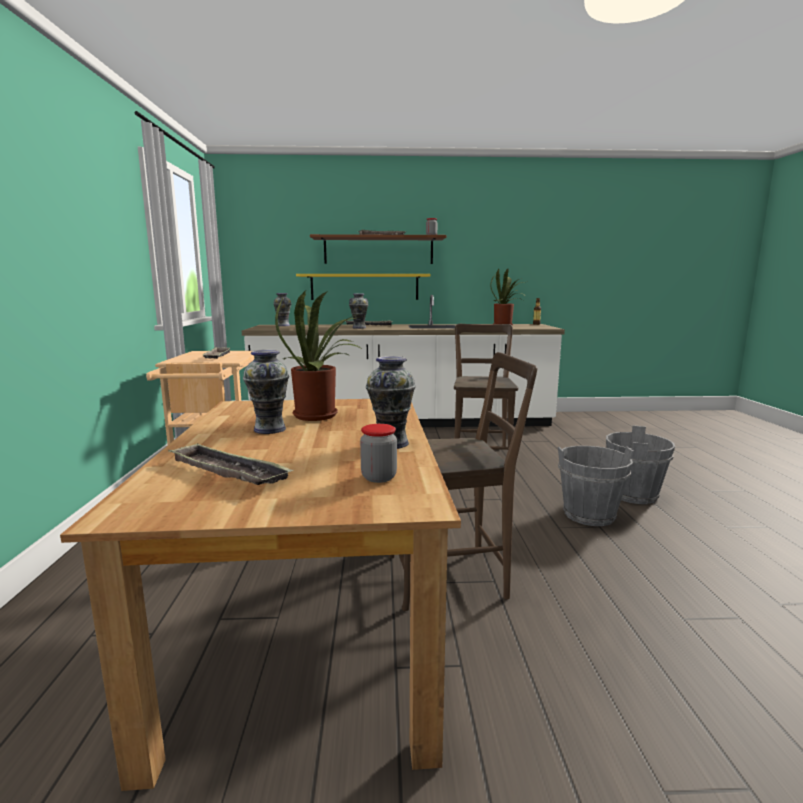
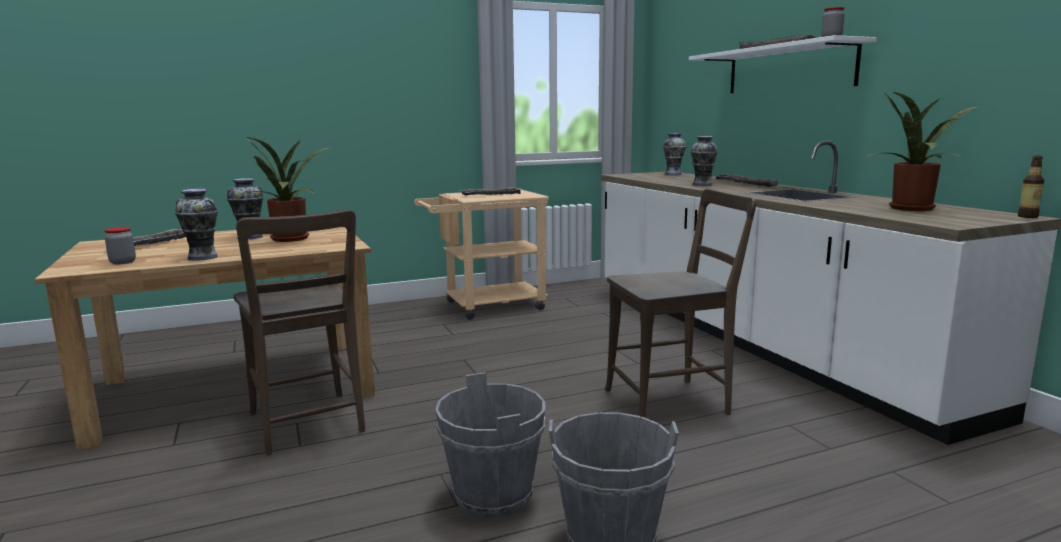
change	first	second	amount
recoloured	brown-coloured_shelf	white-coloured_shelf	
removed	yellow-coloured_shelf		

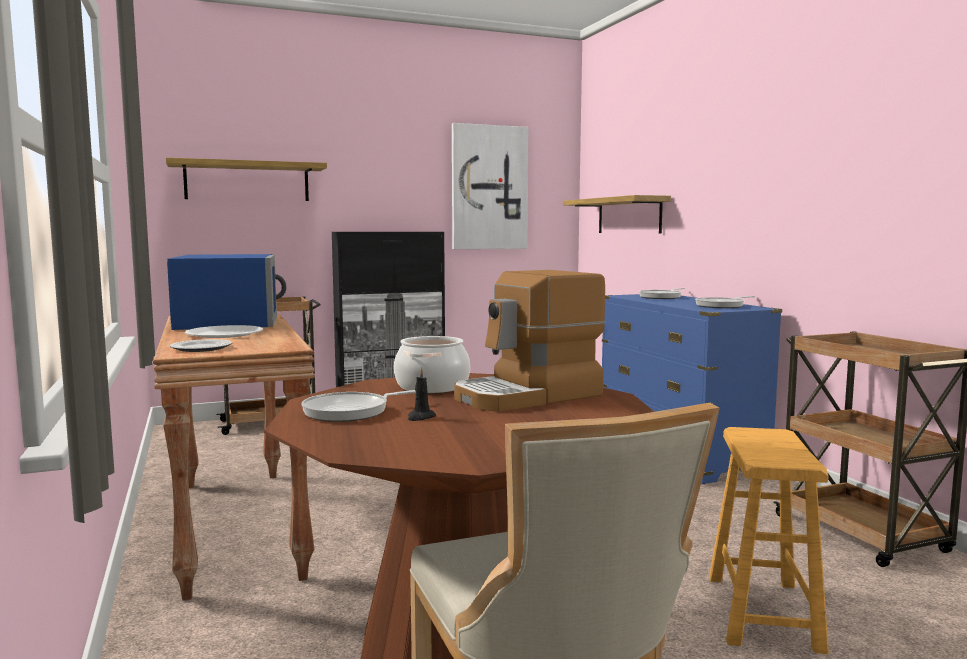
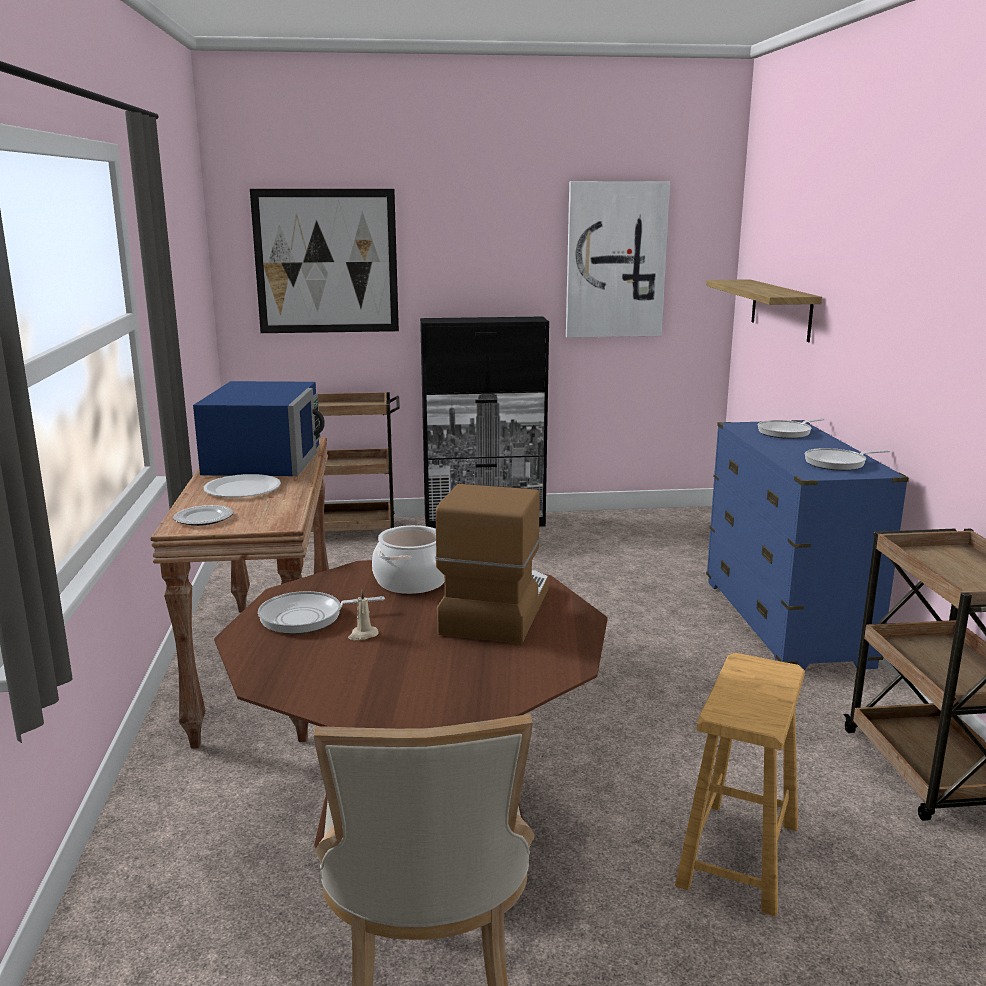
change	first	second	amount
replaced	shelf (1st from left)	wall_art (1st from left)	
recoloured	blackish_wax_light	beige_wax_light	
turned	coffee_maker		120 degrees clockwise

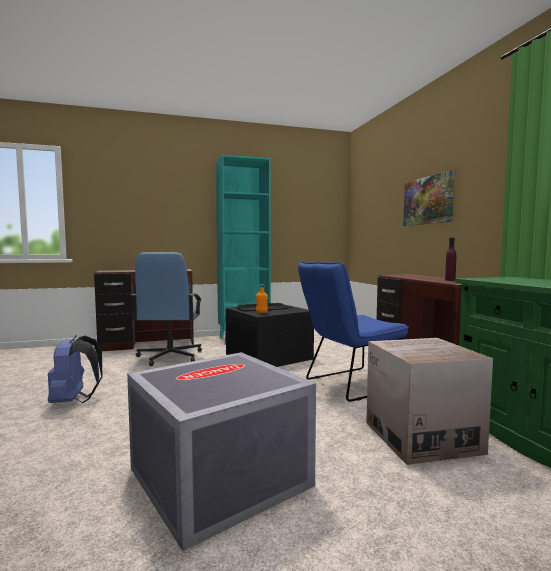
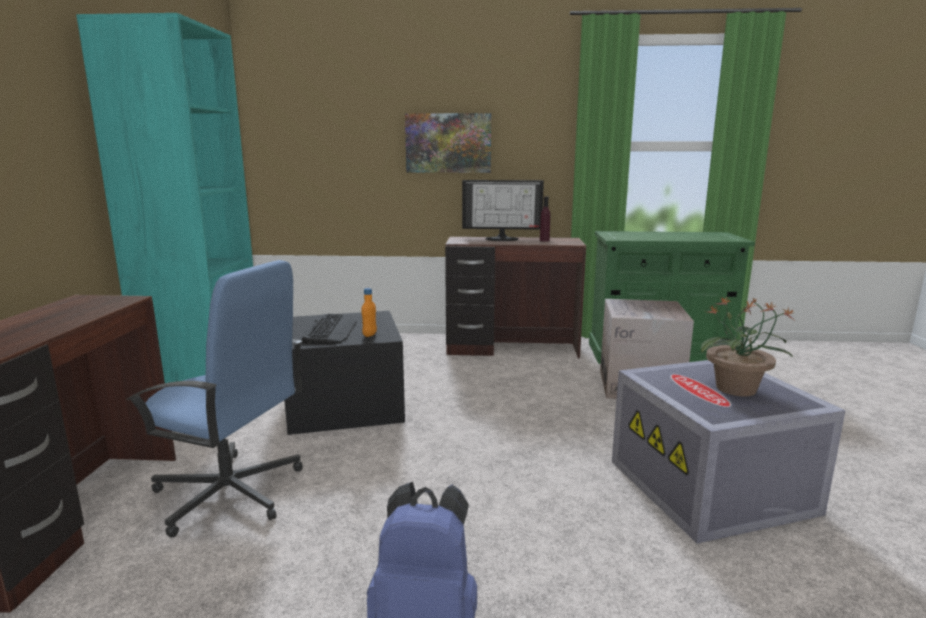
change	first	second	amount
added		computer_screen	
added		potted_plant	
removed	blue_chair		

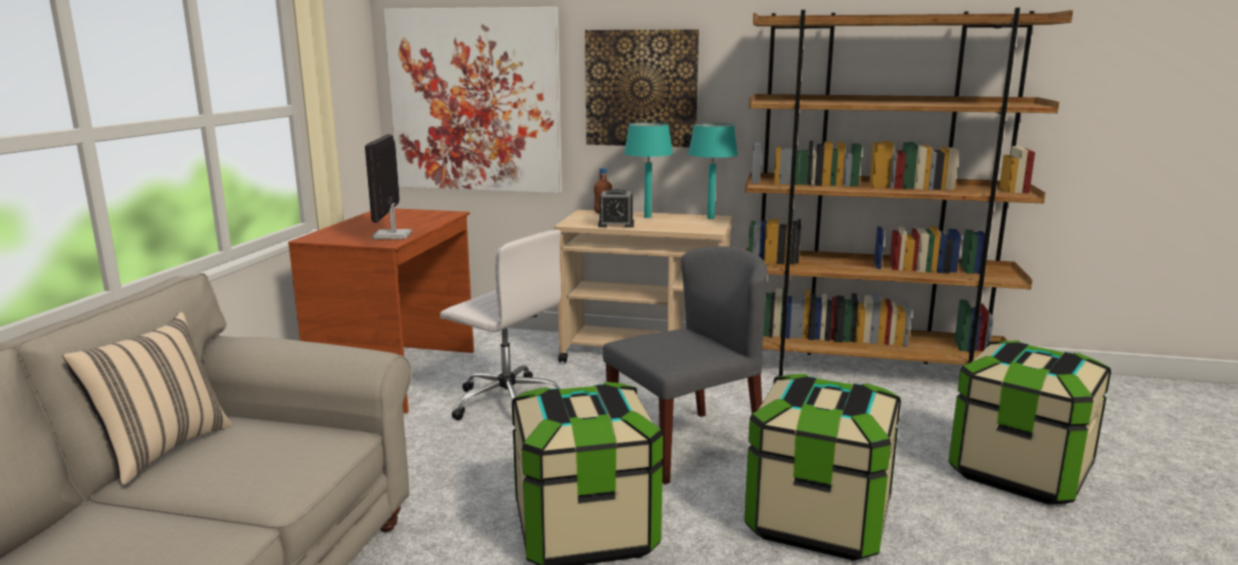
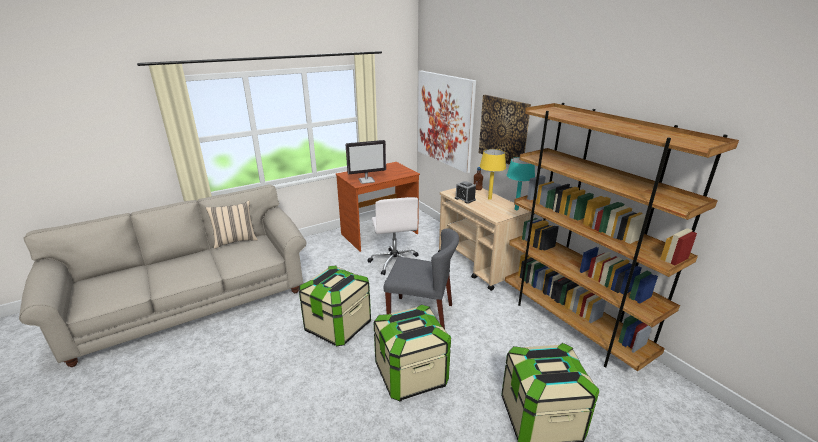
change	first	second	amount
turned	computer_screen		150 degrees counterclockwise
recoloured	turquoise-coloured_tabletop_lamp (1st from left)	yellow-coloured_tabletop_lamp	

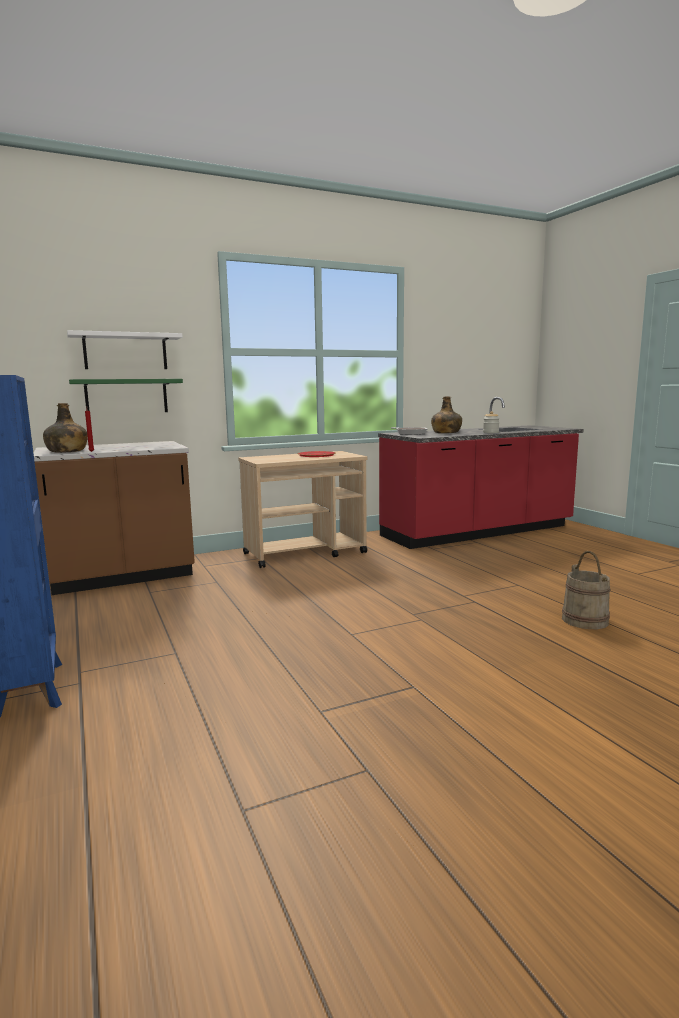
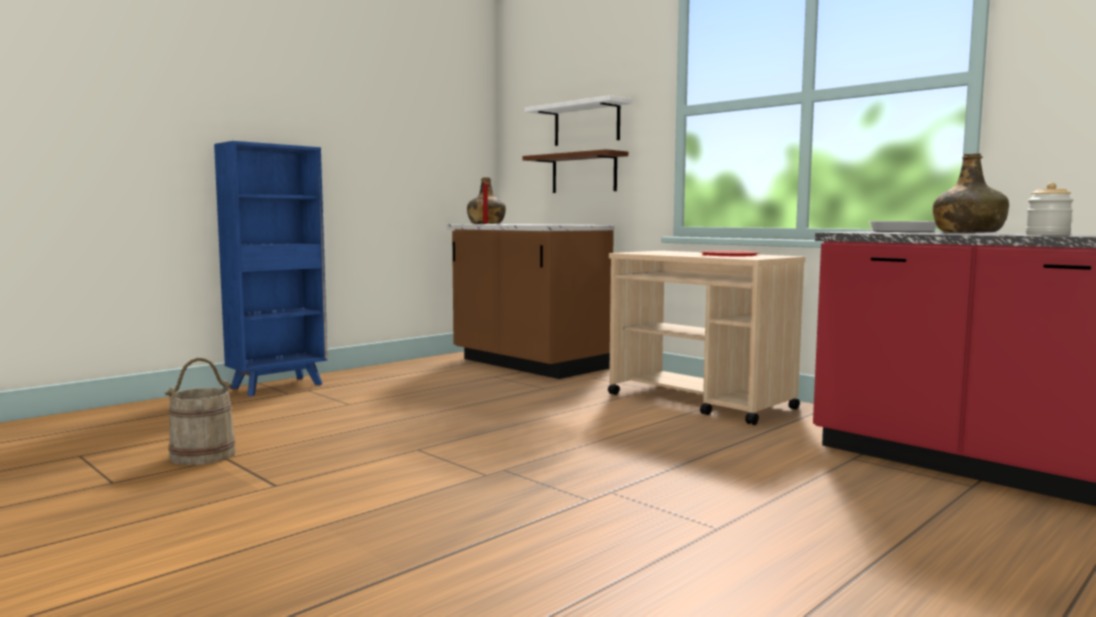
change	first	second	amount
moved	beige_pail		
recoloured	green_shelf	brown-coloured_shelf	

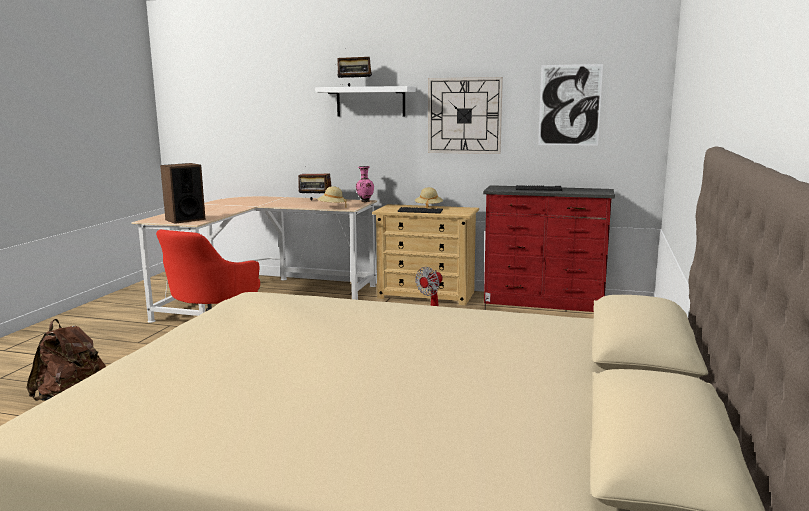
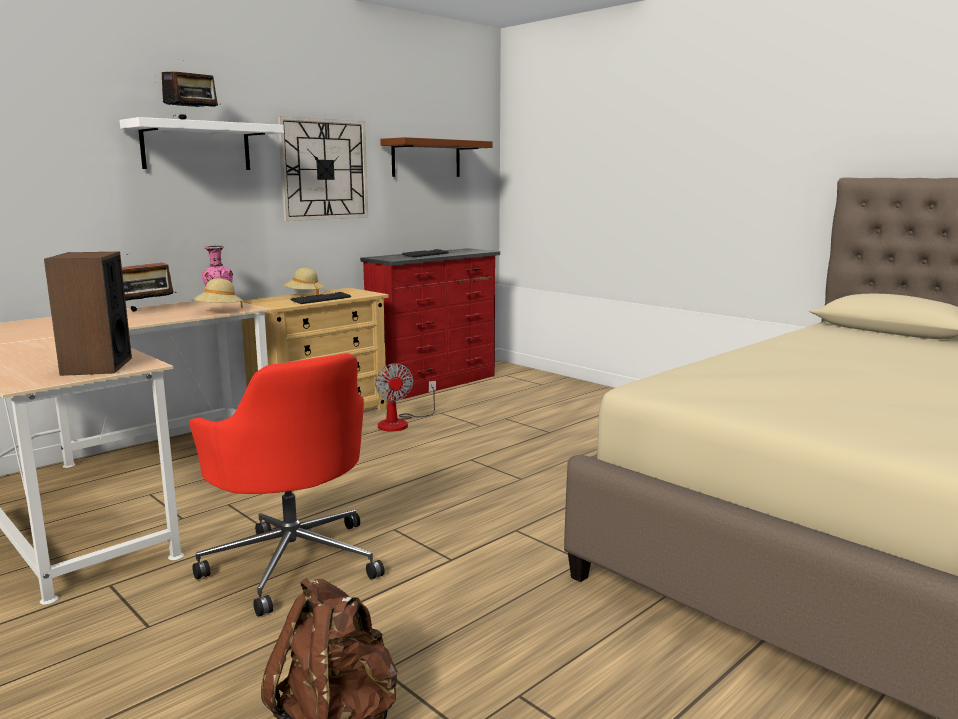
change	first	second	amount
replaced	wall_art	brown-coloured_shelf	

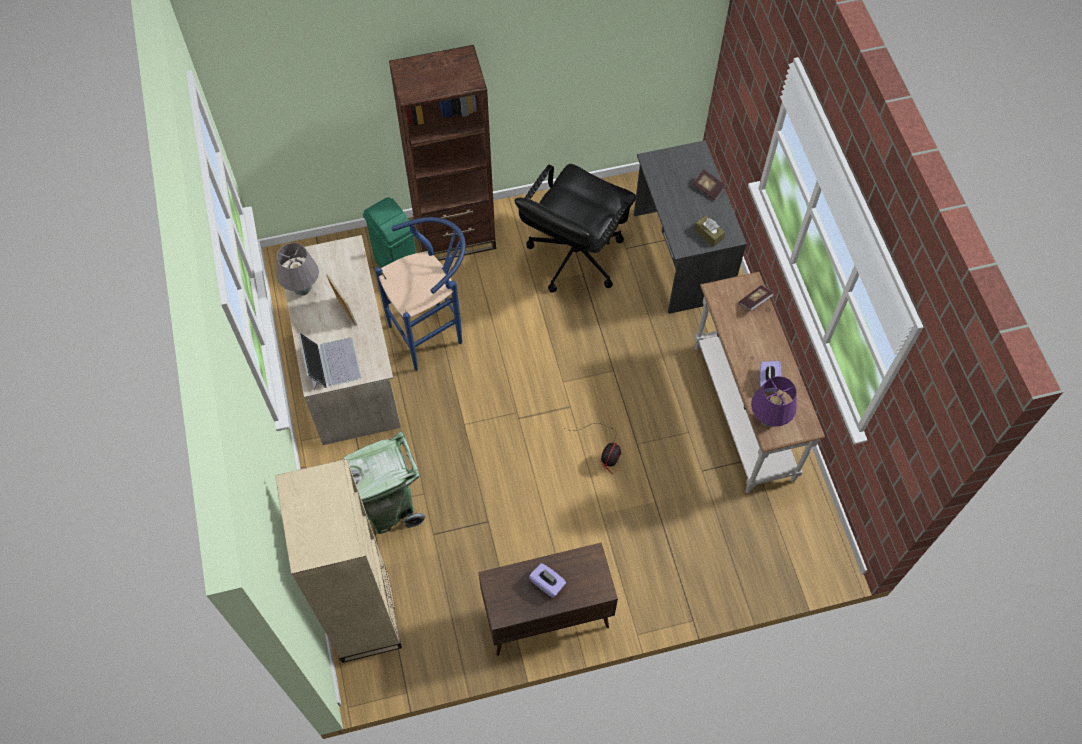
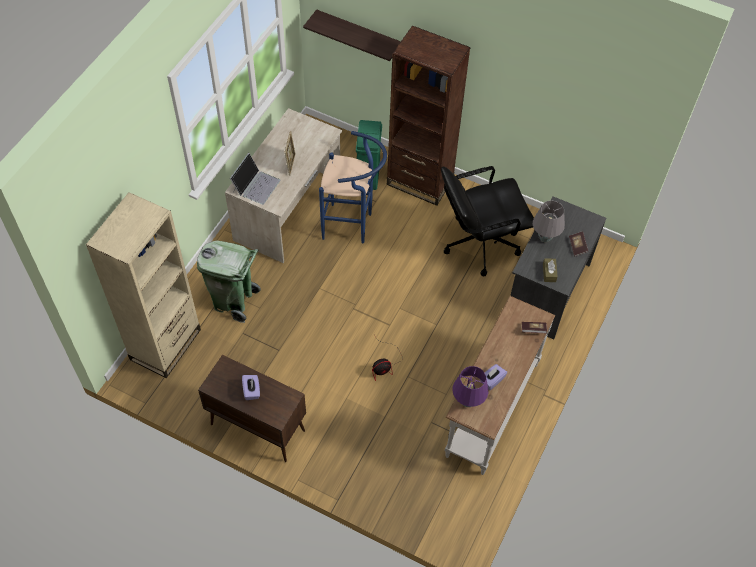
change	first	second	amount
added		shelf	
moved	grey_tabletop_lamp		

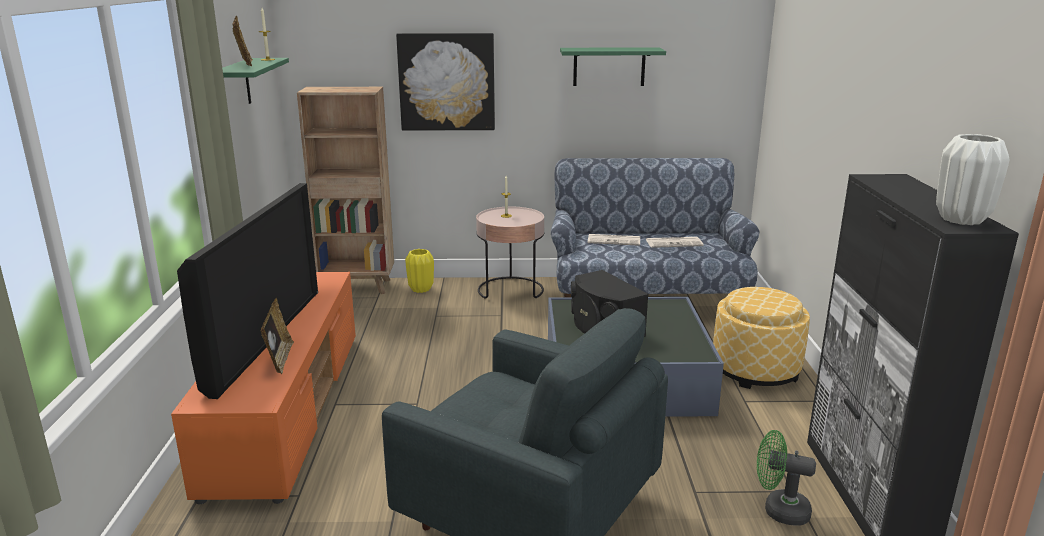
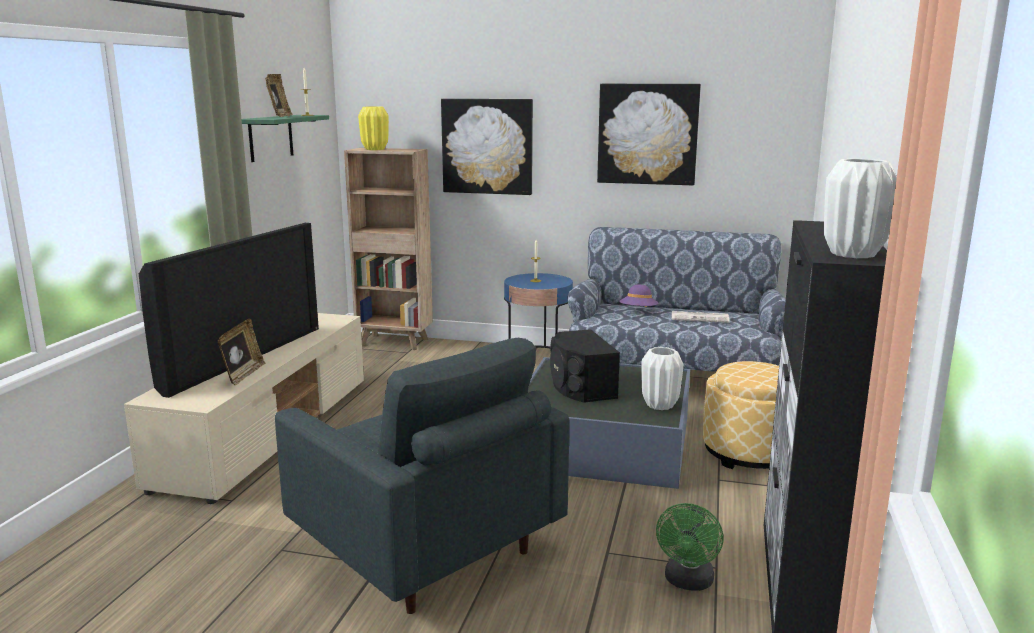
change	first	second	amount
recoloured	orange_media_console	beige_media_console	
moved	yellow-coloured_decorative_vase		
recoloured	pink-coloured_end_table	blue_end_table	
replaced	green_shelf (2nd from left)	wall_art (2nd from left)	
replaced	printed_paper (1st from left)	purple_clothing_hat	
added		white-coloured_decorative_vase (1st from left)	
turned	green_electric_fan		105 degrees counterclockwise

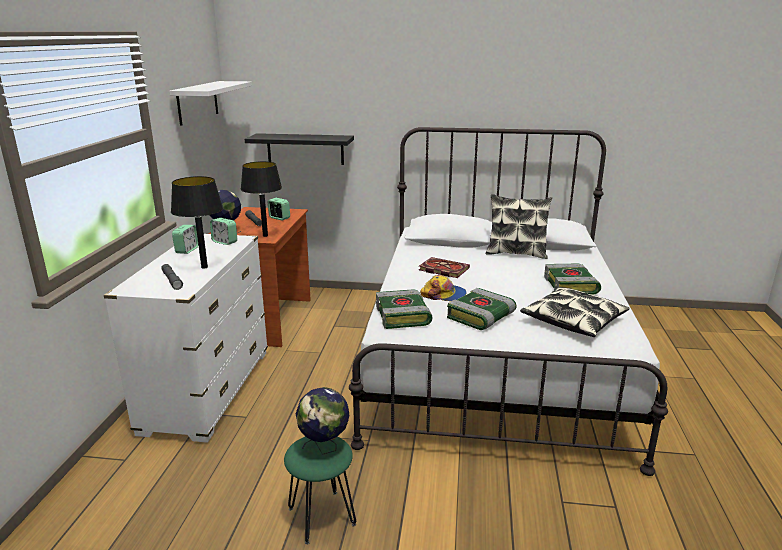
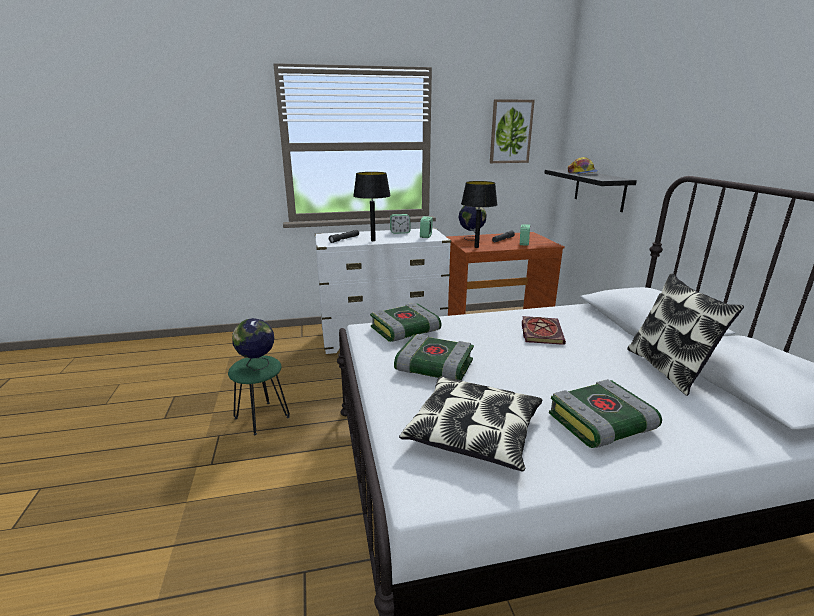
change	first	second	amount
replaced	white-coloured_shelf	wall_art	
moved	peaked_cap		

